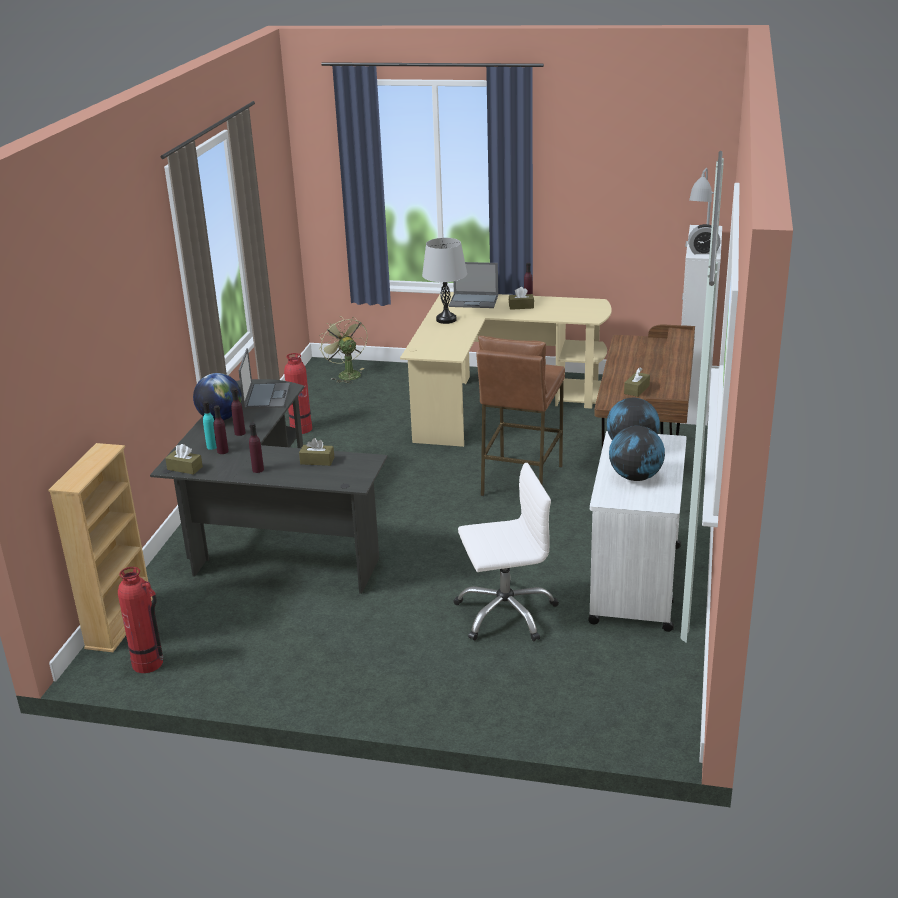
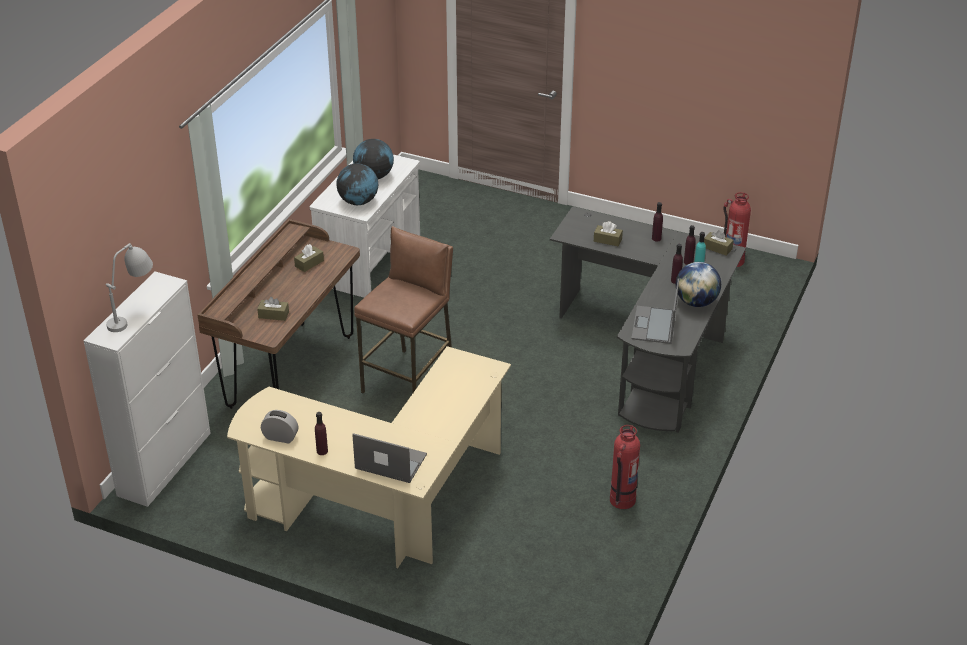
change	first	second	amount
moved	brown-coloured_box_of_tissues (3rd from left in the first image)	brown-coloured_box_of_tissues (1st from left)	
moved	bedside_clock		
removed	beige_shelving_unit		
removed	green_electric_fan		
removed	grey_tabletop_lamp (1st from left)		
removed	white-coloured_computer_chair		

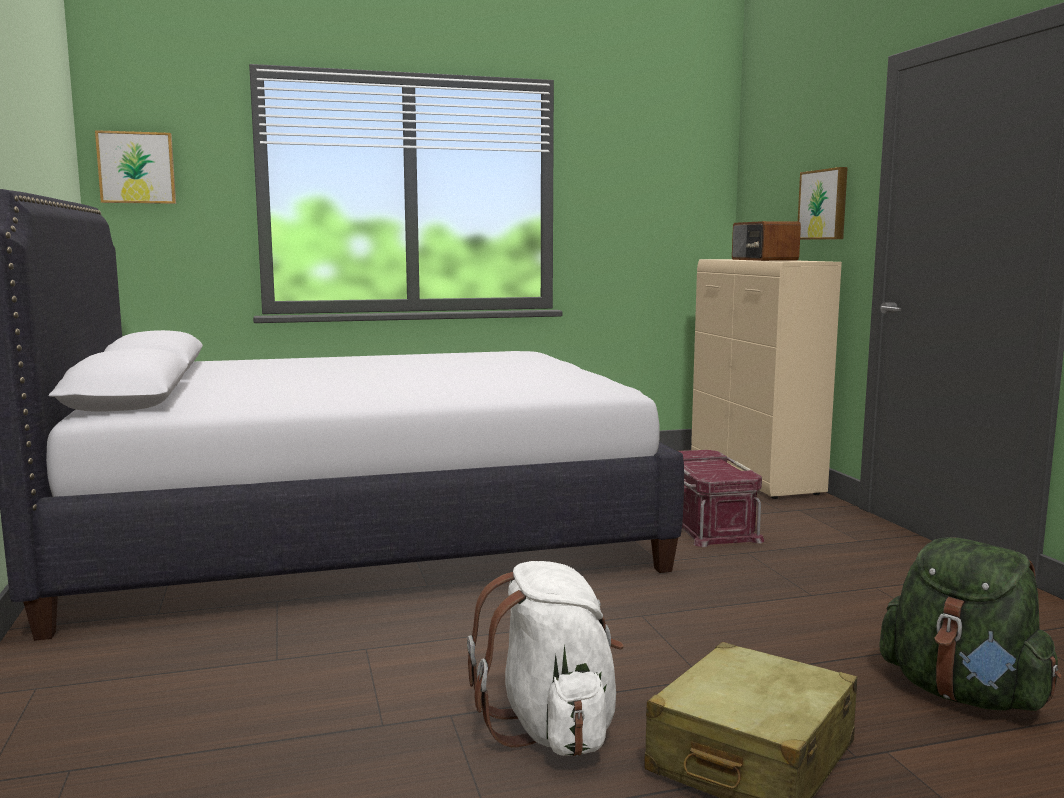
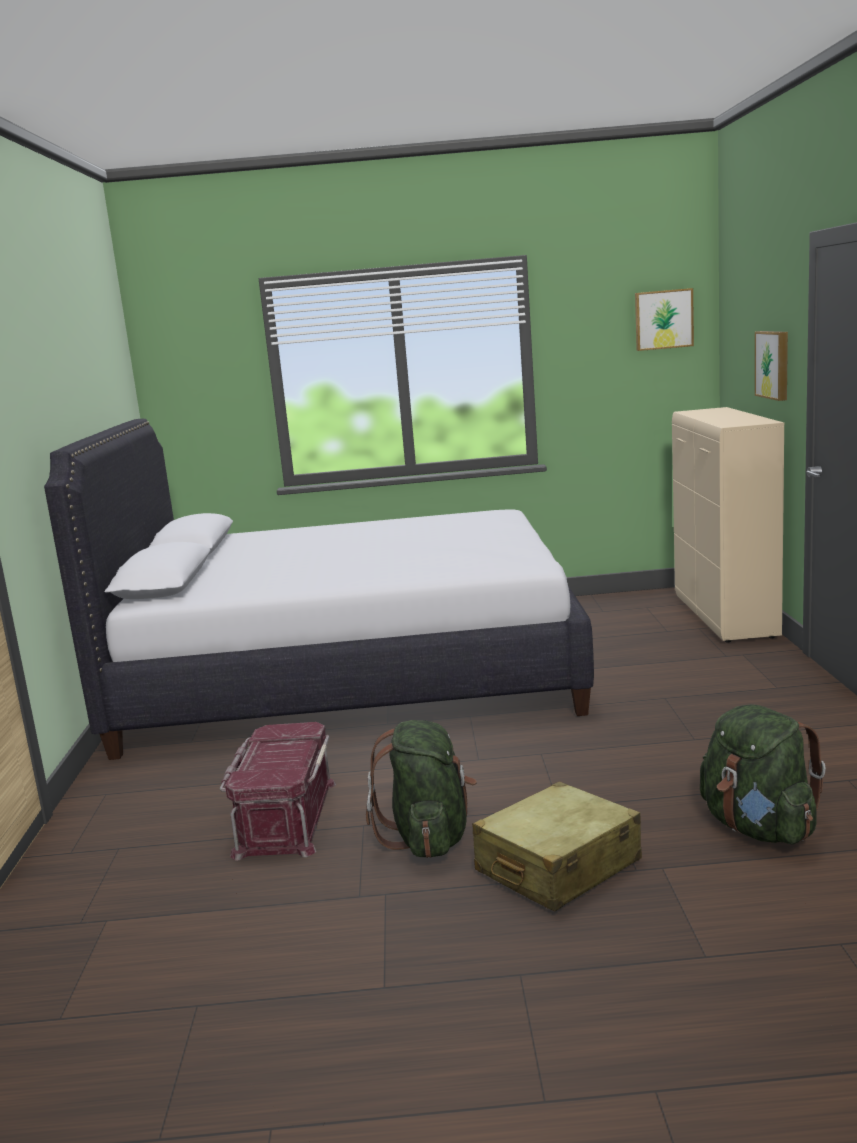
change	first	second	amount
moved	reddish_storage_bin		
recoloured	white-coloured_rucksack	green_rucksack (1st from left)	
moved	wall_art (1st from left)		
removed	radio		

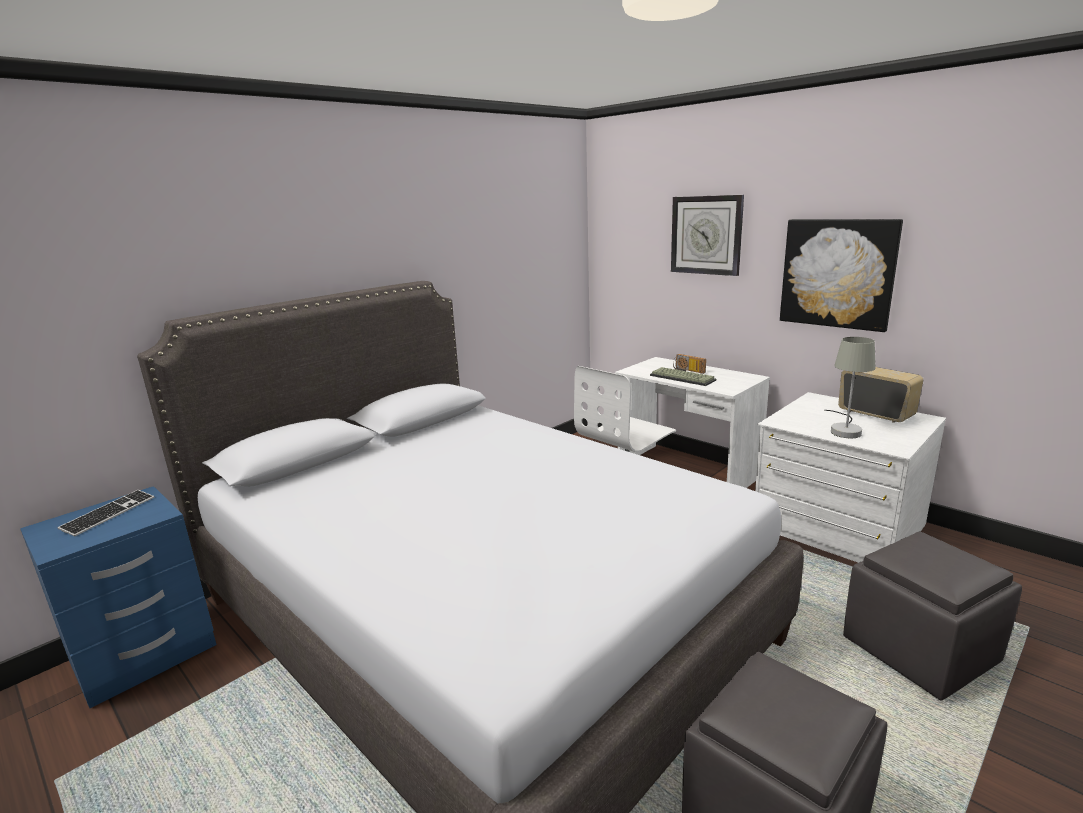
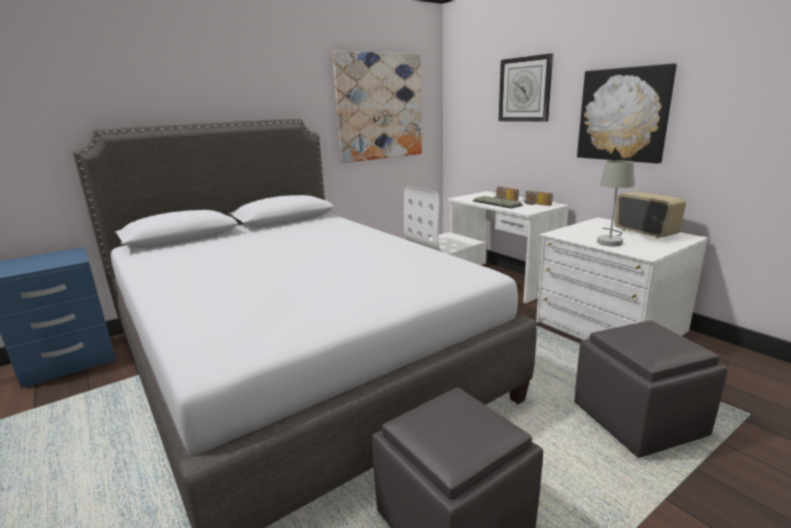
change	first	second	amount
added		wall_art (1st from left)	
added		radio (2nd from left)	
removed	keyboard (1st from left)		

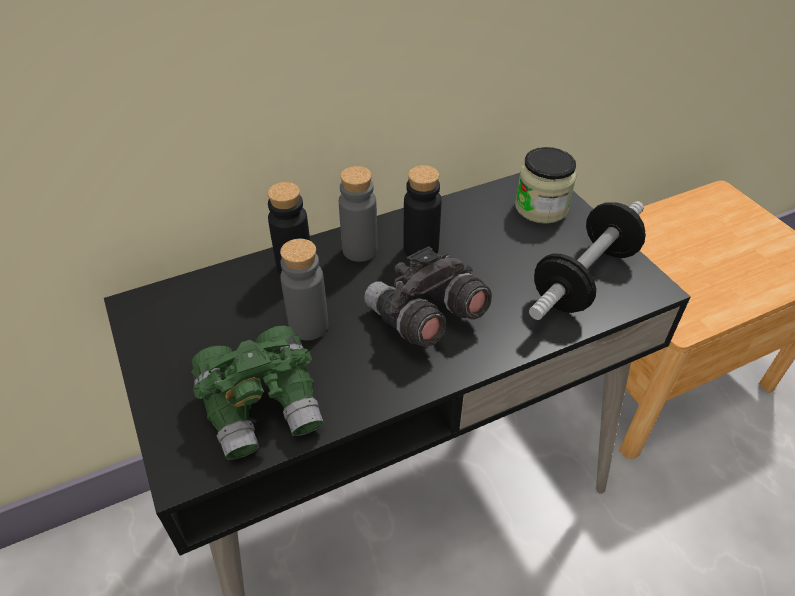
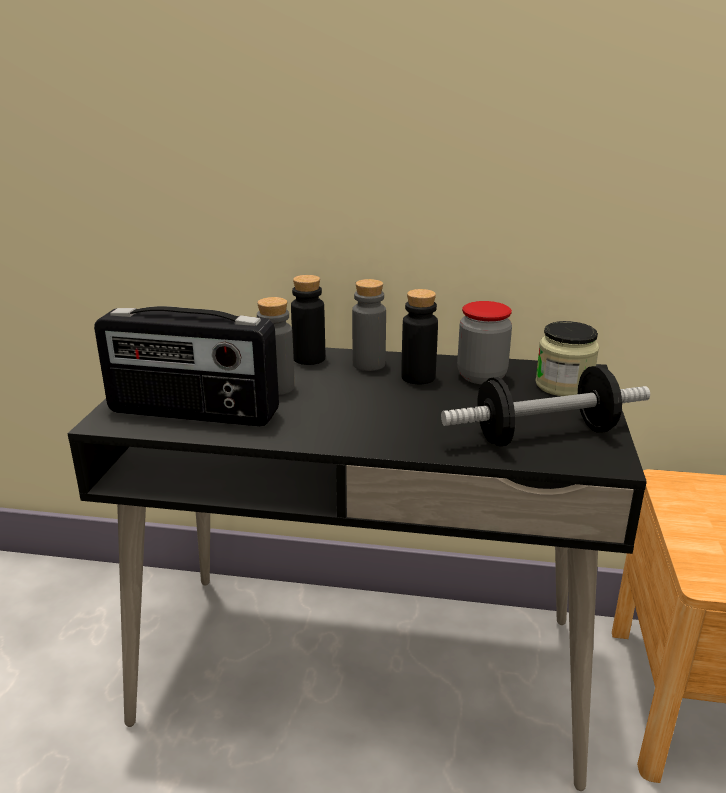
change	first	second	amount
replaced	green_binoculars	radio	
added		jar (1st from left)	
removed	grey_binoculars		

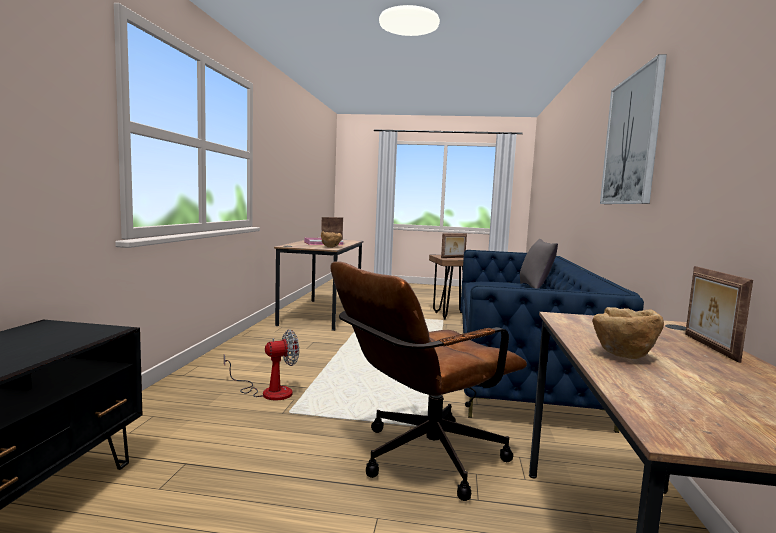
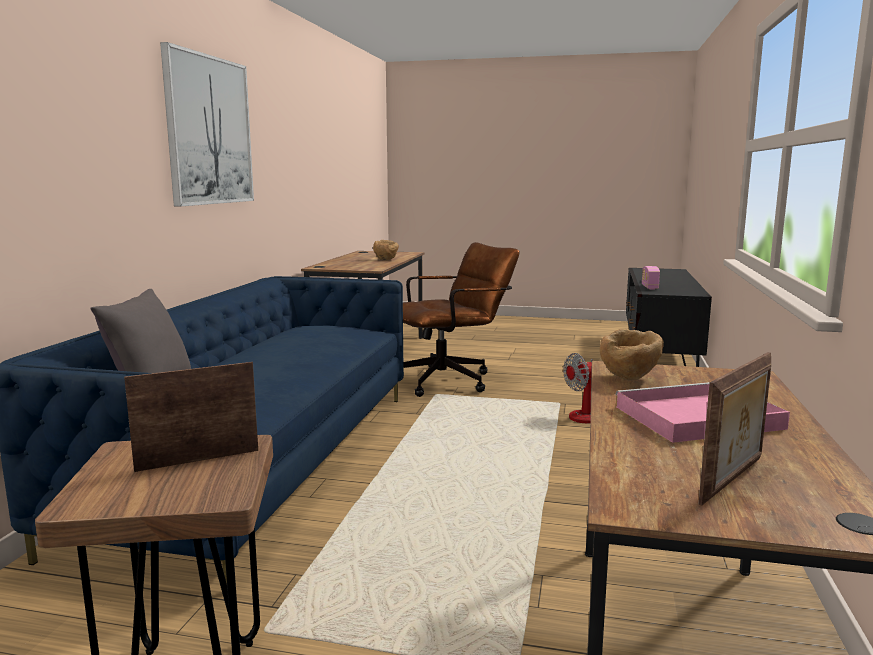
change	first	second	amount
added		radio	
removed	standing_frame (3rd from left)		

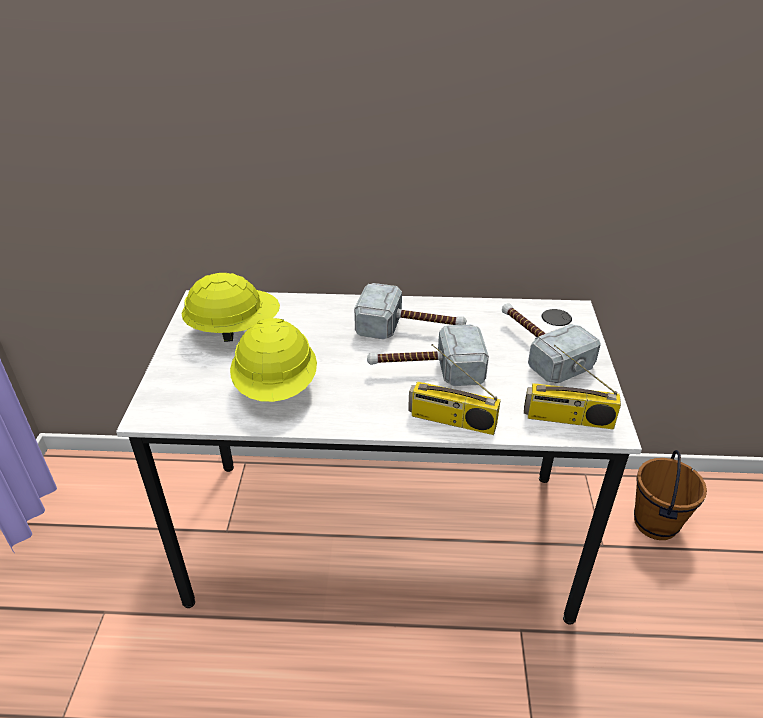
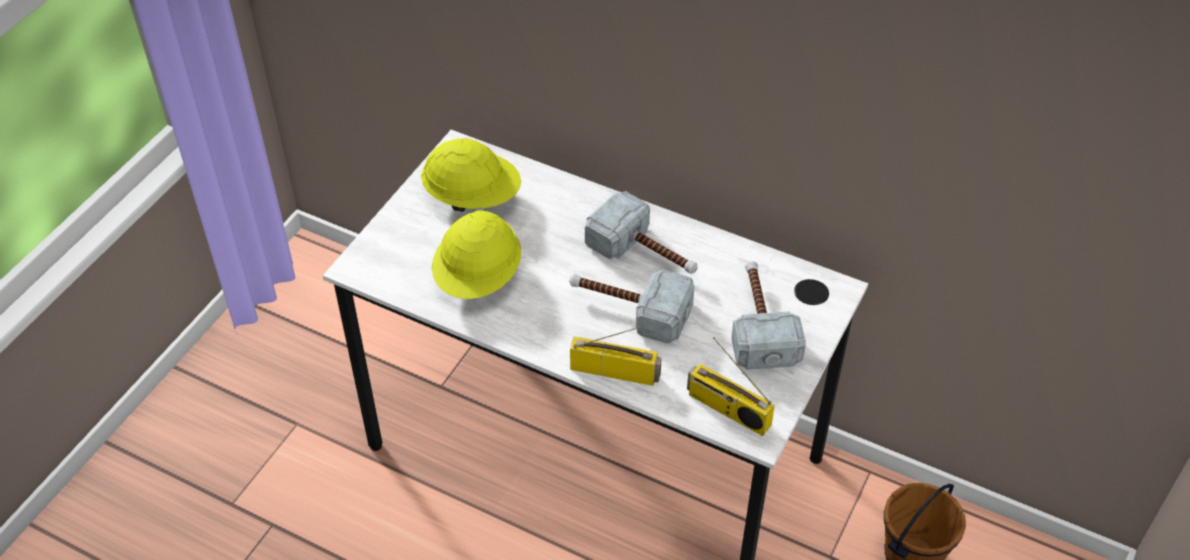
change	first	second	amount
turned	radio (1st from left)		150 degrees clockwise

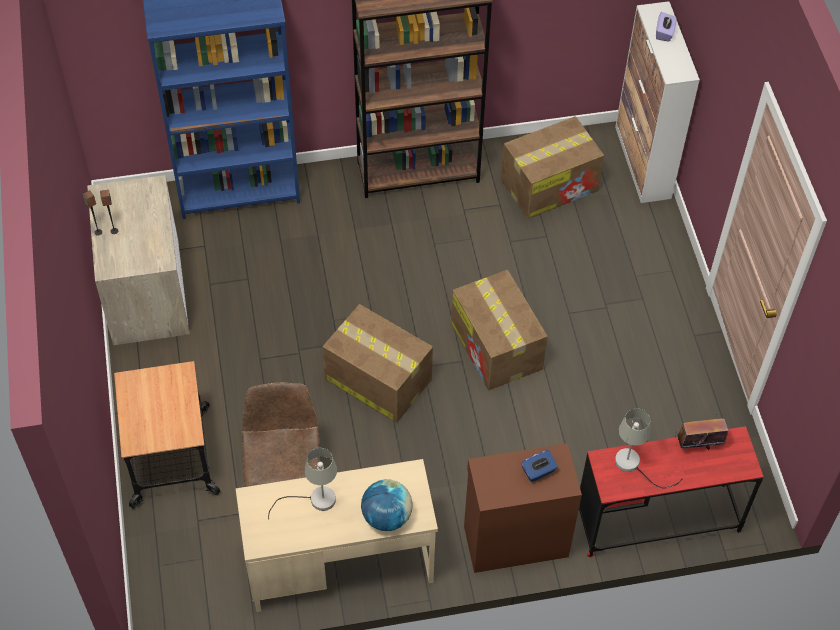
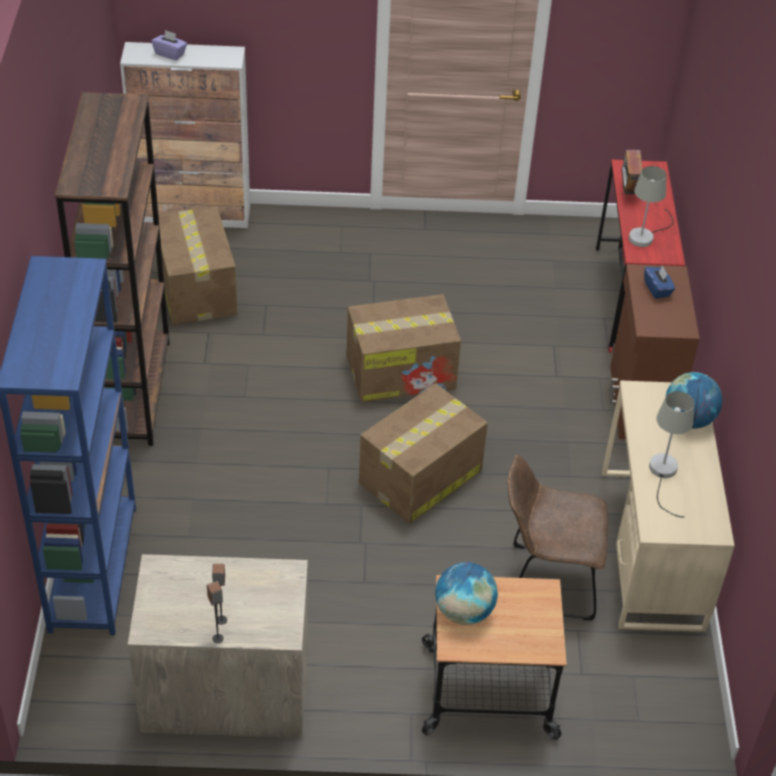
change	first	second	amount
added		desk_globe (1st from left)	

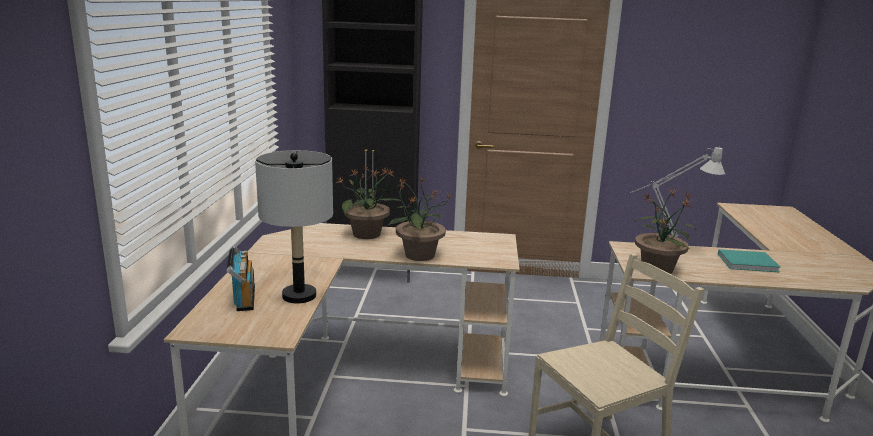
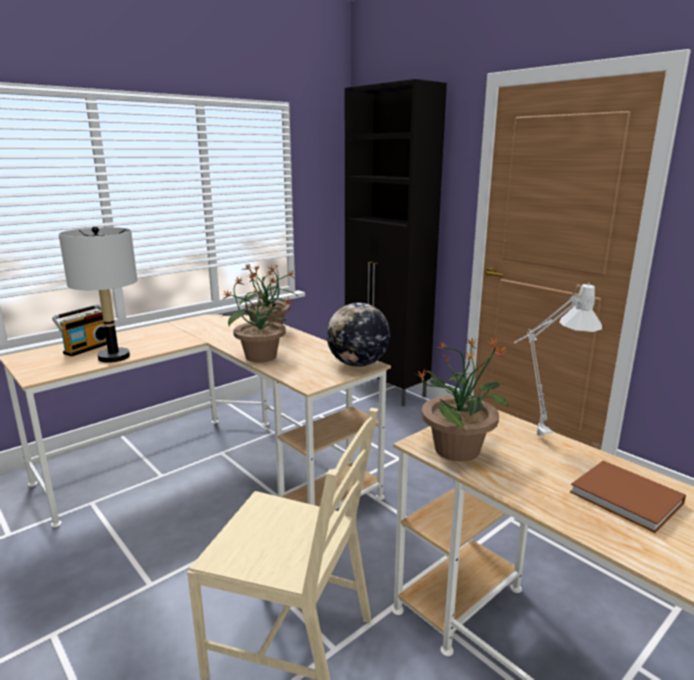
change	first	second	amount
added		desk_globe	
recoloured	turquoise-coloured_volume	brown-coloured_volume	

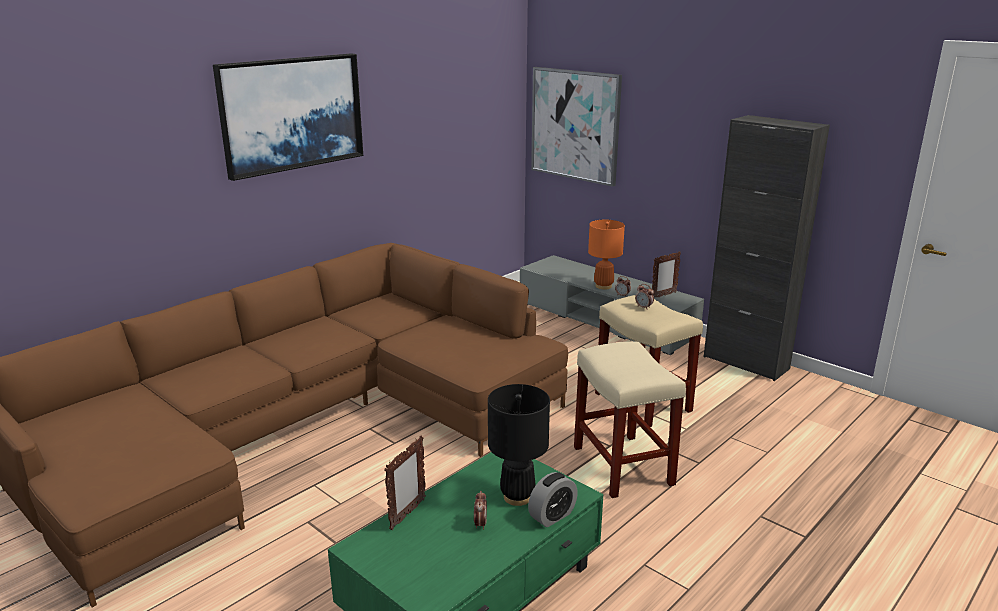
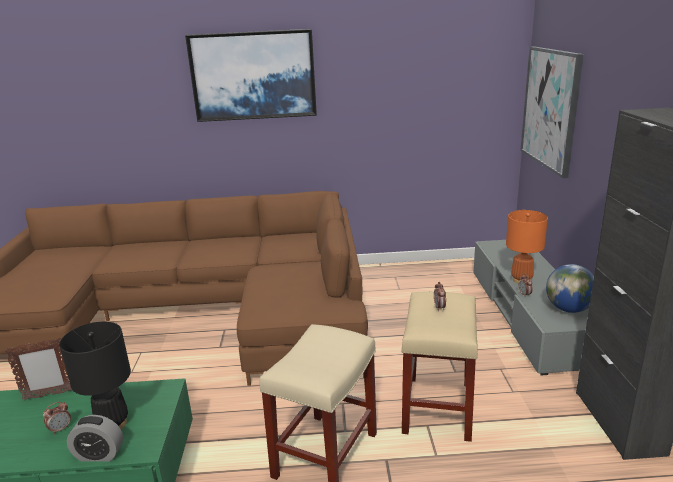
change	first	second	amount
replaced	standing_frame (2nd from left)	desk_globe	

